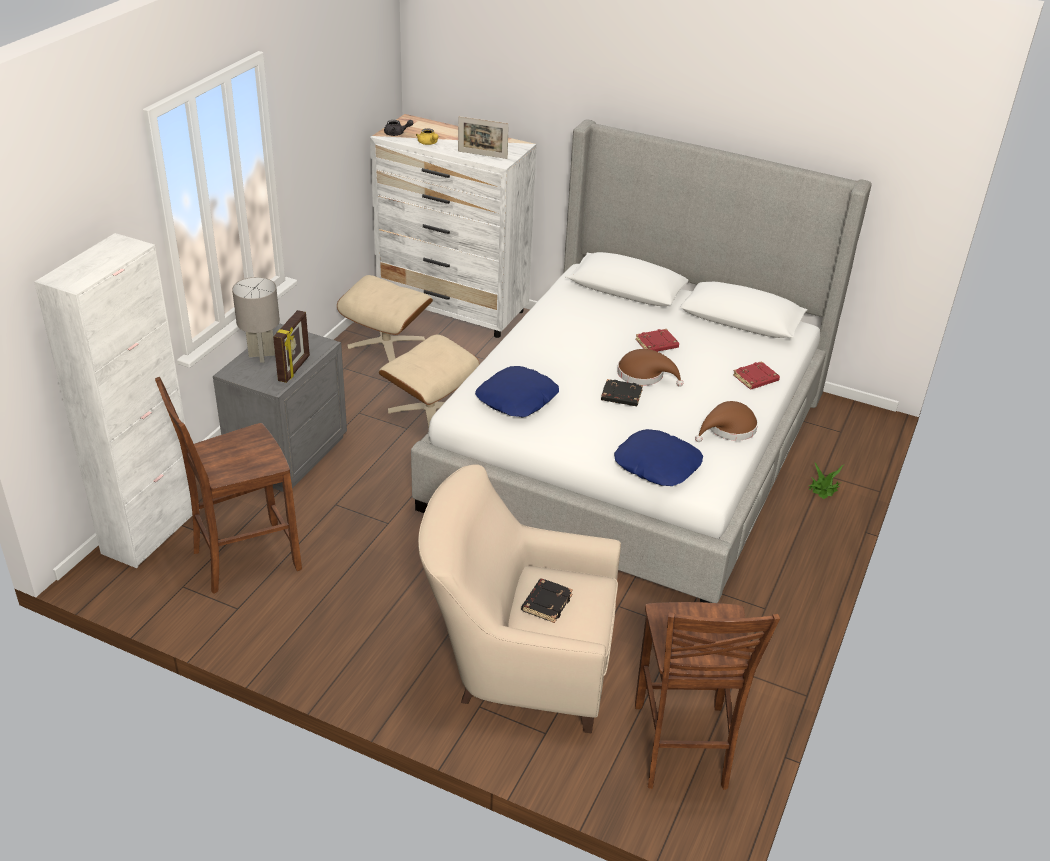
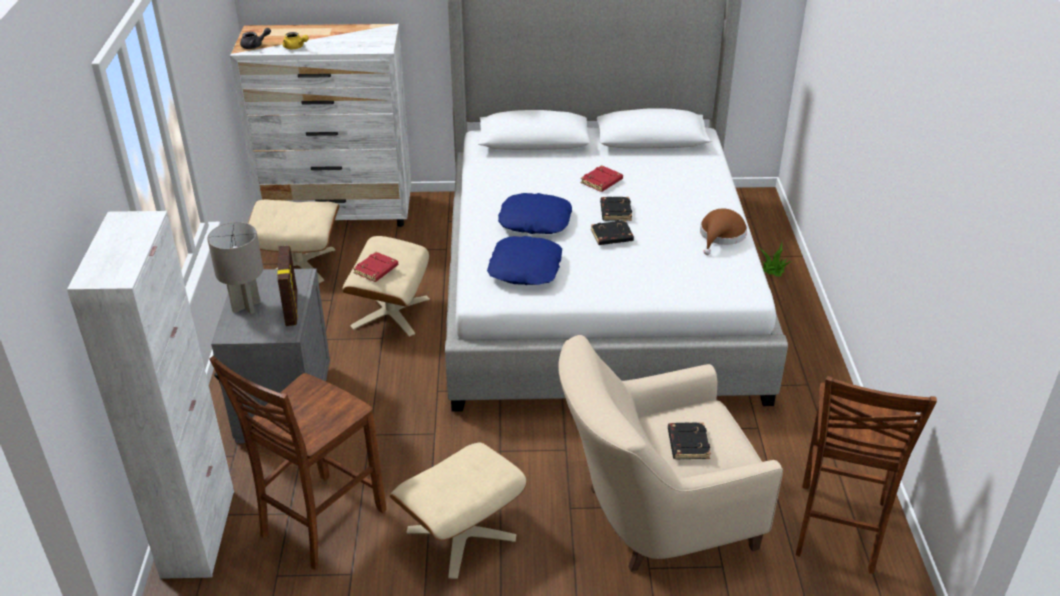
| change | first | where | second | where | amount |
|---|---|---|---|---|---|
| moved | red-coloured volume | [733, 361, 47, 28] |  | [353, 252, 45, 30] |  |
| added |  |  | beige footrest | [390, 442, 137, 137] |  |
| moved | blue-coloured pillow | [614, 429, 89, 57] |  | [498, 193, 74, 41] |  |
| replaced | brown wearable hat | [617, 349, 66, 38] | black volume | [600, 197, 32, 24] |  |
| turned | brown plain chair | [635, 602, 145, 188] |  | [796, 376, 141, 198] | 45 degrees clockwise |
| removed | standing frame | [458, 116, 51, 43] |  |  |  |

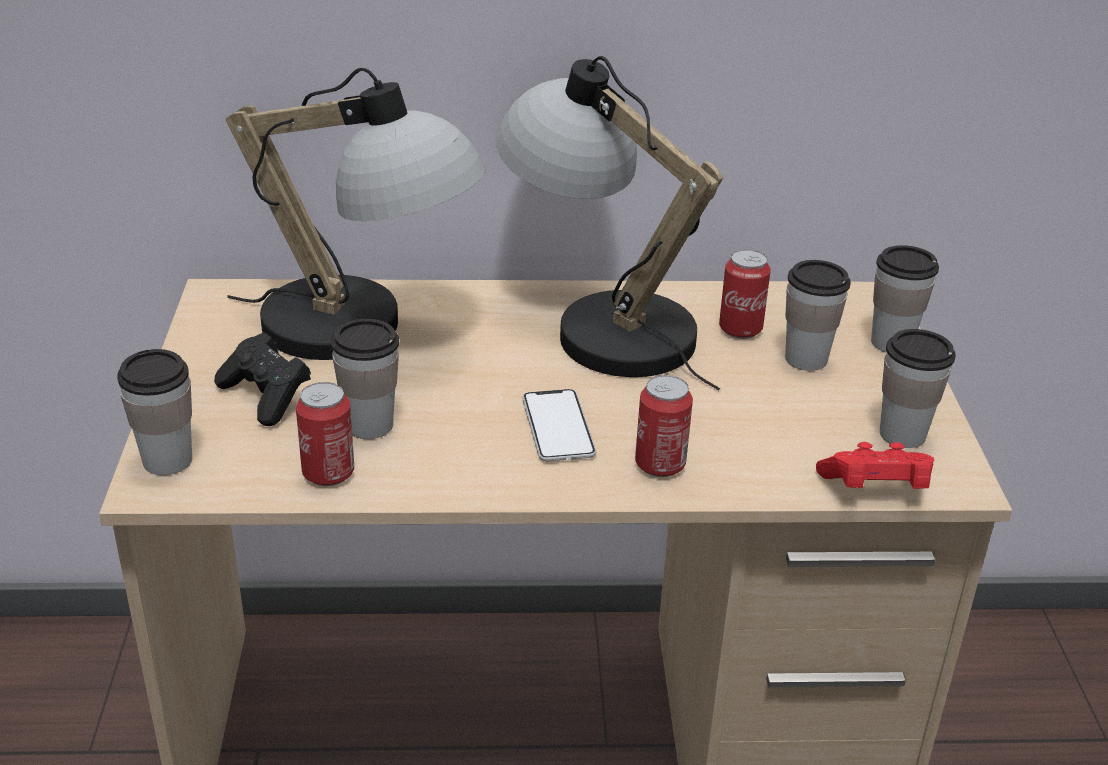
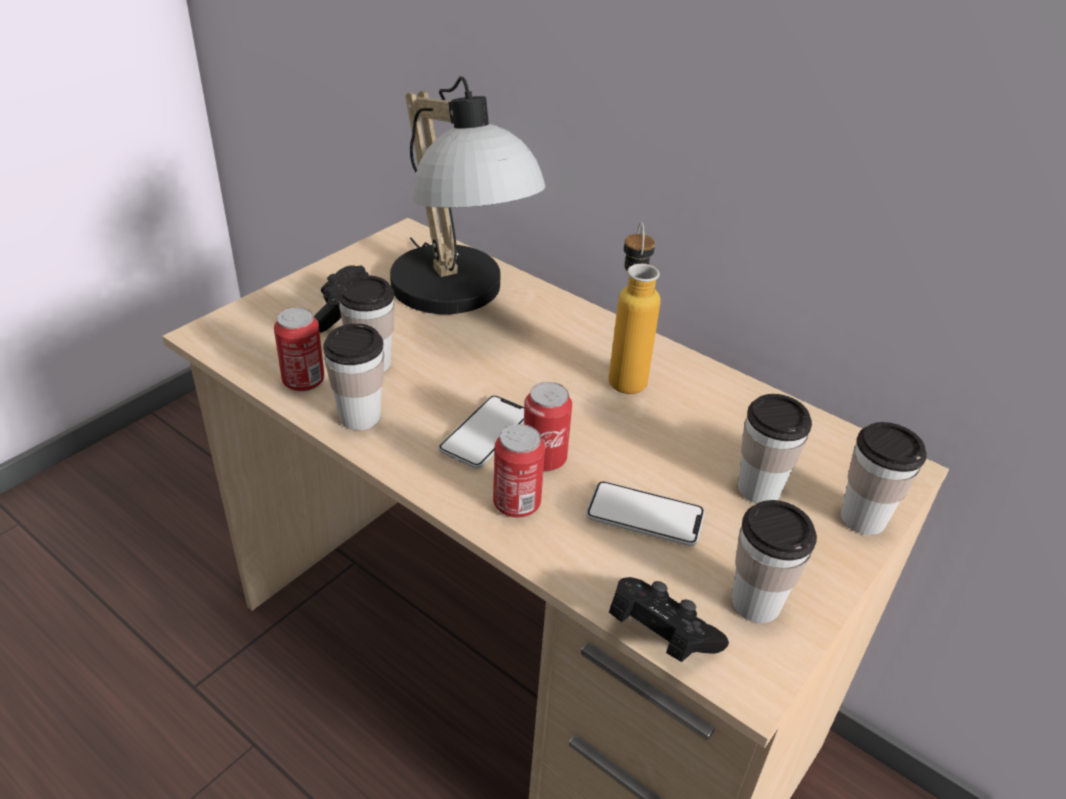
| change | first | where | second | where | amount |
|---|---|---|---|---|---|
| moved | cup | [117, 349, 75, 126] |  | [323, 323, 61, 107] |  |
| moved | metal can | [719, 249, 52, 90] |  | [524, 382, 48, 90] |  |
| added |  |  | phone | [586, 481, 119, 65] |  |
| replaced | tabletop lamp | [496, 56, 227, 335] | bottle | [609, 222, 51, 172] |  |
| recoloured | red-coloured gamepad | [816, 442, 118, 47] | black gamepad | [609, 577, 120, 85] |  |

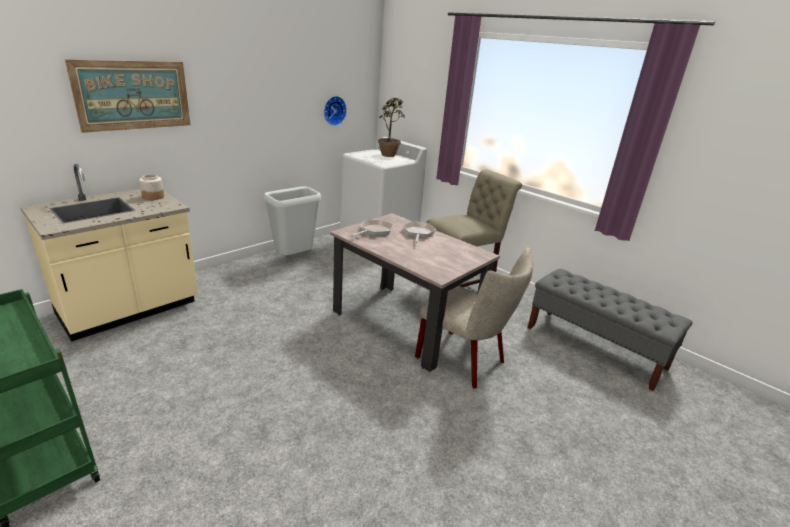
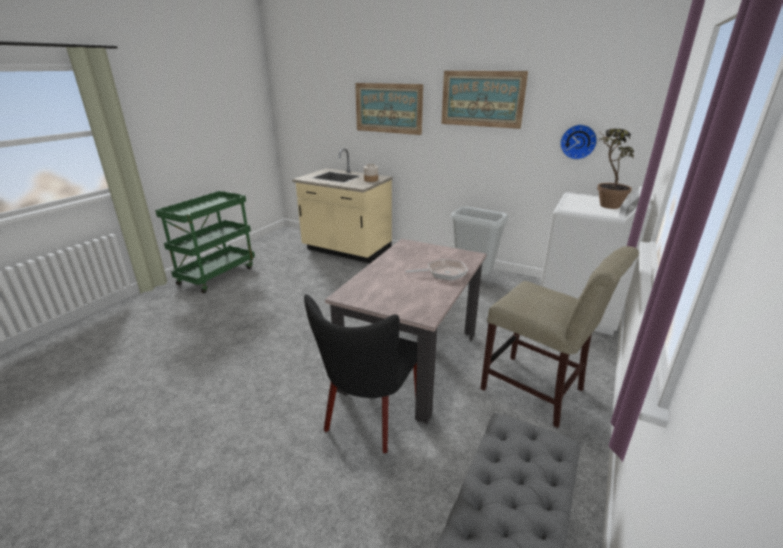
| change | first | where | second | where | amount |
|---|---|---|---|---|---|
| recoloured | beige plain chair | [415, 247, 118, 141] | black plain chair | [304, 294, 113, 159] |  |
| added |  |  | wall picture | [441, 71, 87, 58] |  |
| removed | frying pan | [351, 220, 42, 17] |  |  |  |

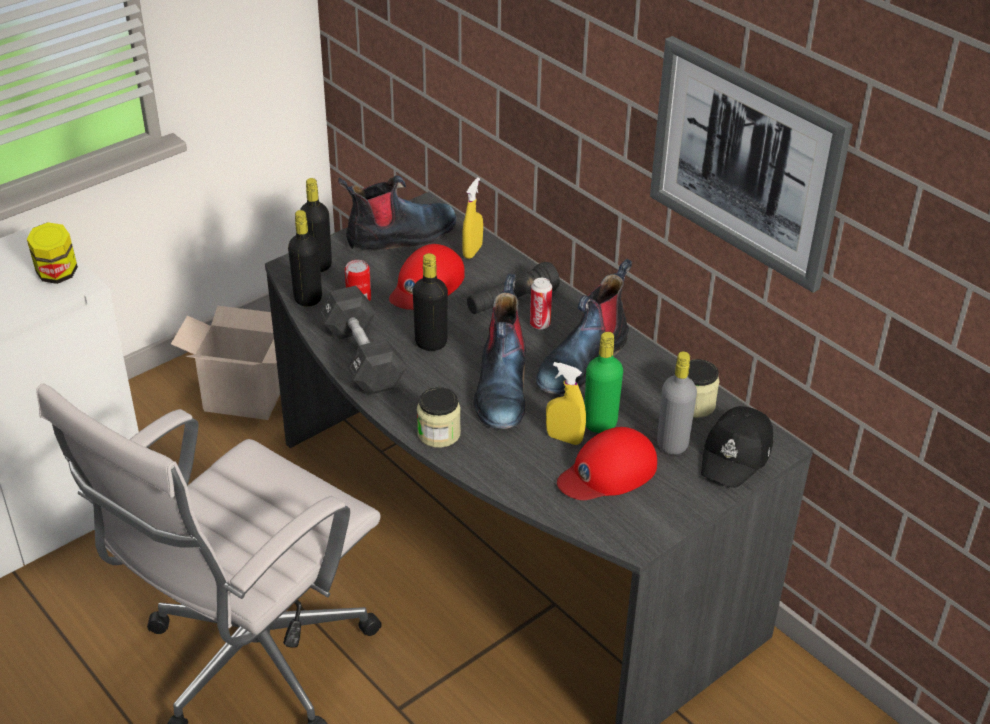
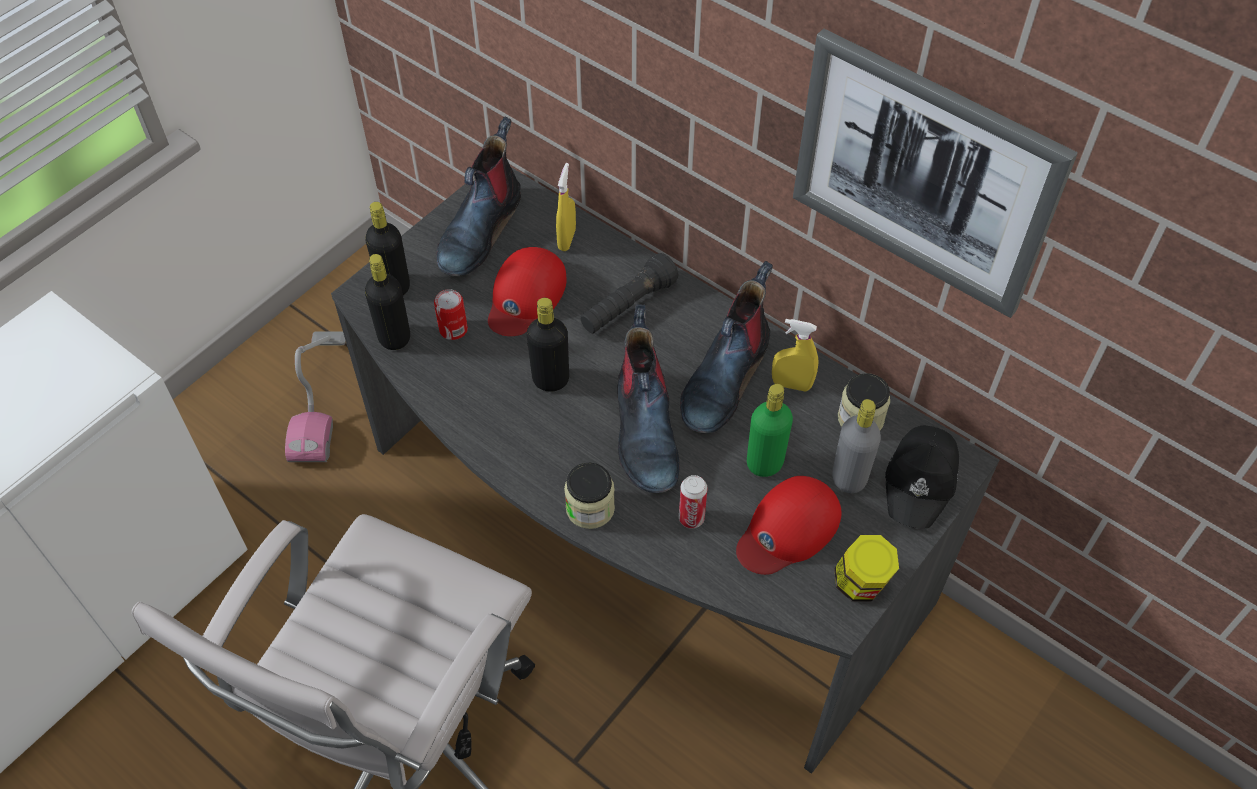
| change | first | where | second | where | amount |
|---|---|---|---|---|---|
| replaced | cardboard box | [171, 306, 109, 114] | hoover | [285, 331, 61, 131] |  |
| turned | boot | [338, 175, 119, 75] |  | [436, 117, 85, 159] | 150 degrees clockwise |
| moved | metal can | [530, 278, 22, 51] |  | [679, 475, 29, 53] |  |
| moved | yellow hand sprayer | [546, 362, 40, 83] |  | [772, 319, 47, 73] |  |
| moved | storage jar | [27, 222, 51, 62] |  | [834, 535, 65, 67] |  |
| removed | black free weight | [319, 286, 88, 109] |  |  |  |

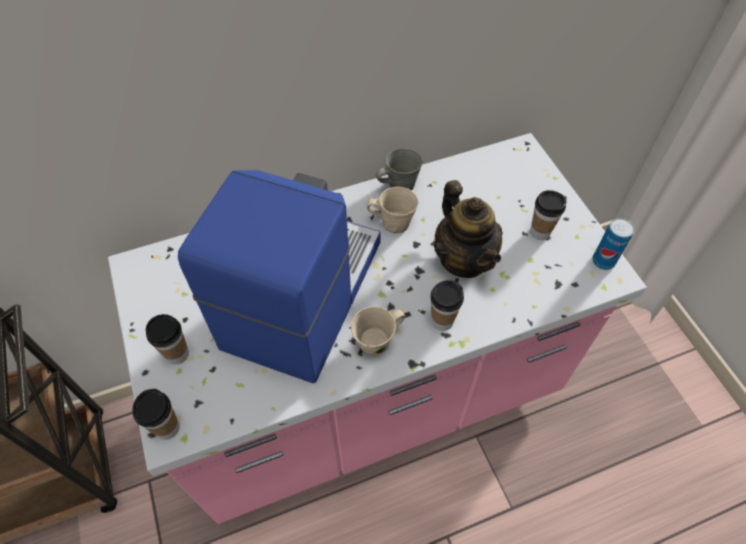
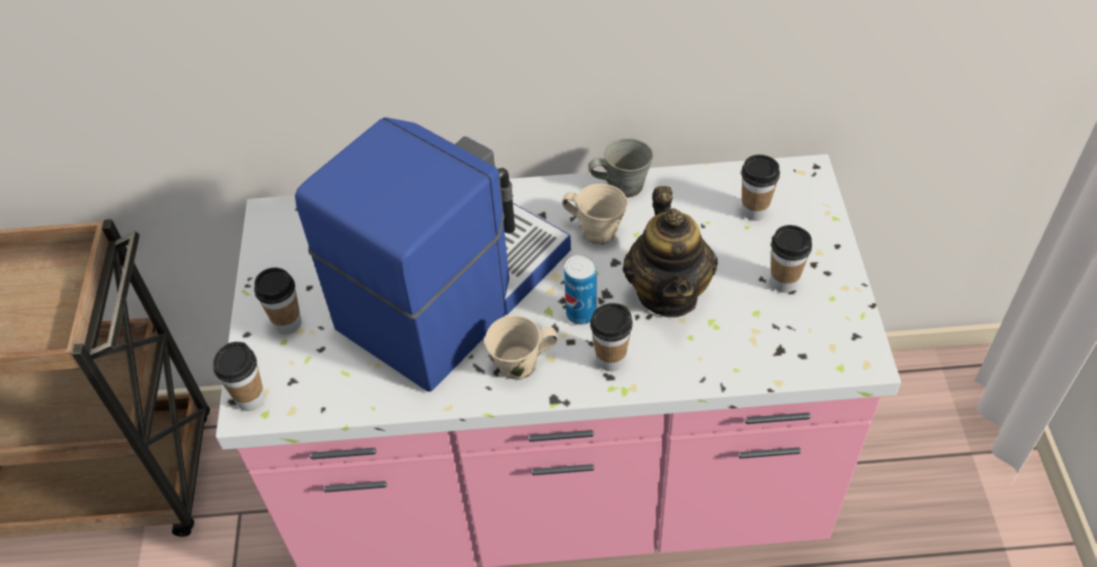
| change | first | where | second | where | amount |
|---|---|---|---|---|---|
| moved | metal can | [592, 218, 43, 52] |  | [564, 255, 33, 70] |  |
| added |  |  | cup | [741, 155, 39, 66] |  |

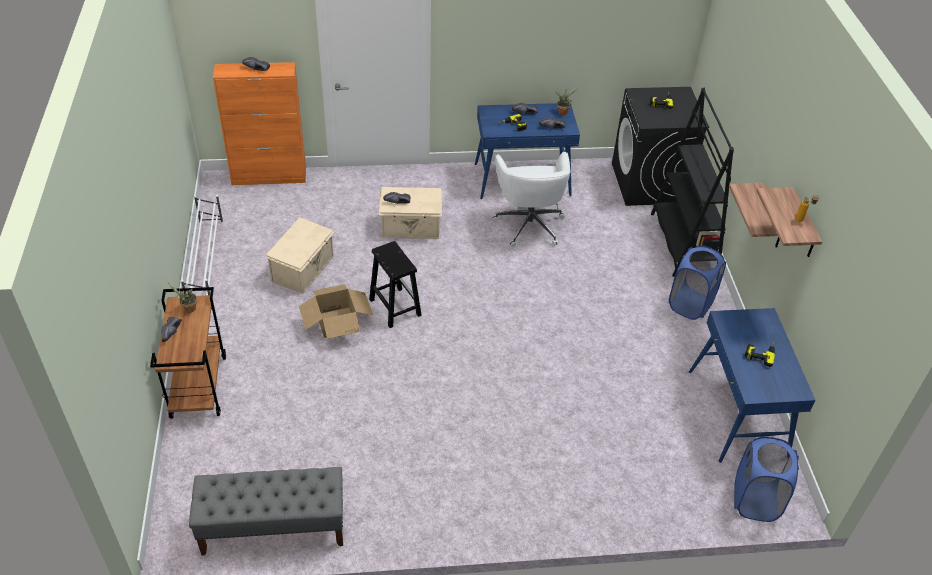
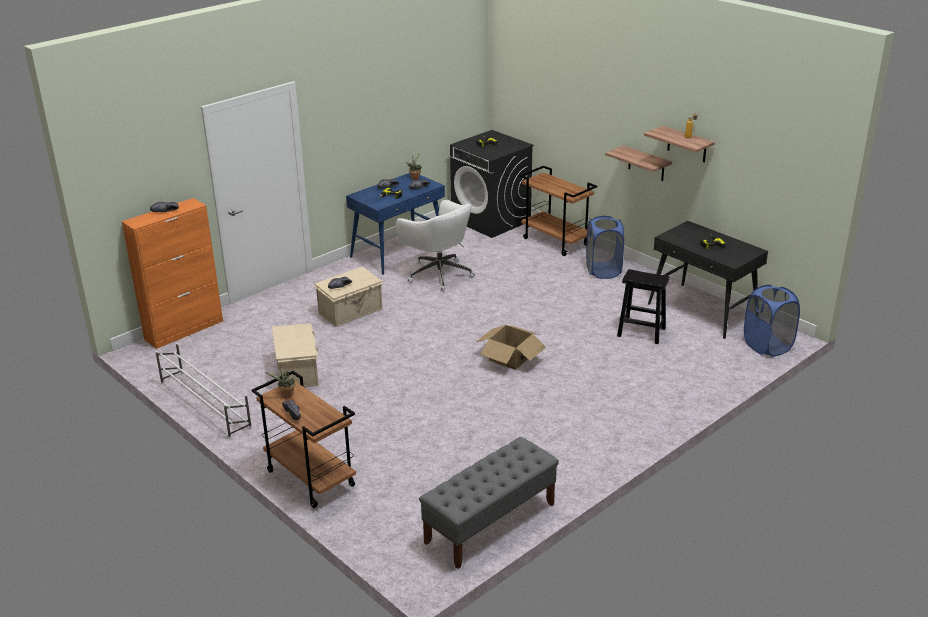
| change | first | where | second | where | amount |
|---|---|---|---|---|---|
| moved | cardboard box | [299, 285, 74, 54] |  | [476, 325, 70, 45] |  |
| replaced | black bookshelf | [651, 88, 83, 189] | brown wheeled cart | [519, 166, 78, 90] |  |
| moved | black sitting stool | [369, 241, 53, 87] |  | [617, 269, 53, 75] |  |
| recoloured | blue-coloured desk table | [689, 308, 126, 155] | black desk table | [648, 221, 120, 118] |  |

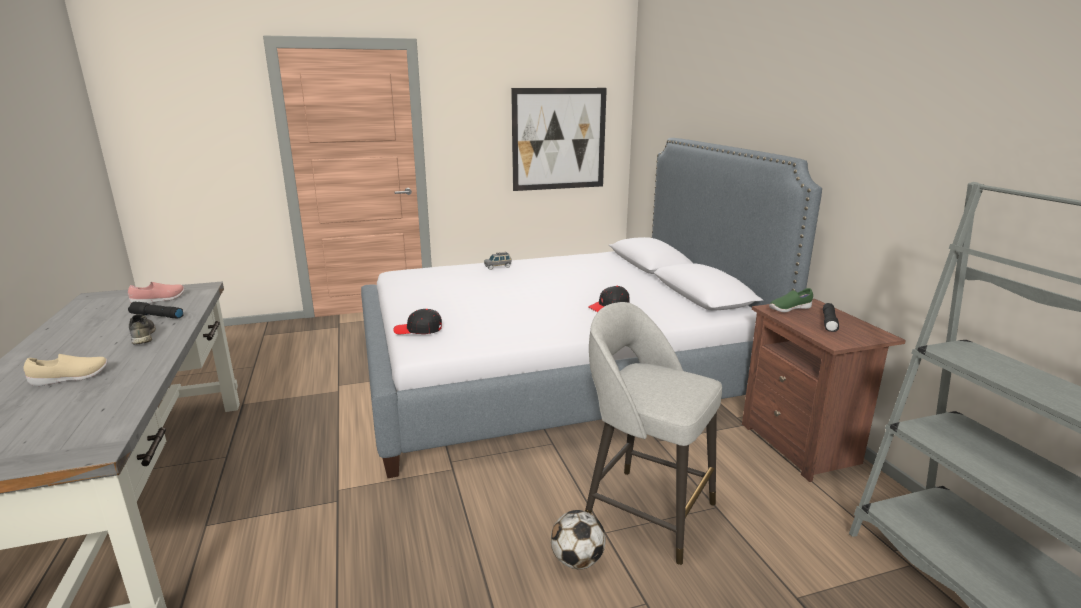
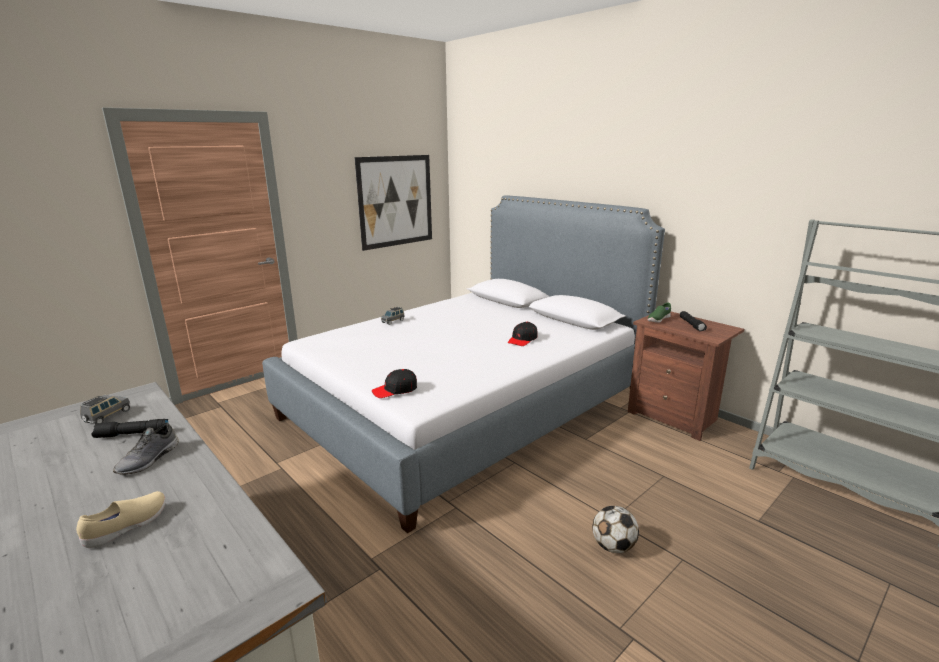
| change | first | where | second | where | amount |
|---|---|---|---|---|---|
| replaced | pink item of footwear | [128, 282, 56, 22] | gray model car | [80, 395, 50, 29] |  |
| turned | gray item of footwear | [129, 314, 27, 30] |  | [113, 422, 66, 53] | 105 degrees counterclockwise |
| removed | gray sitting stool | [585, 302, 137, 263] |  |  |  |

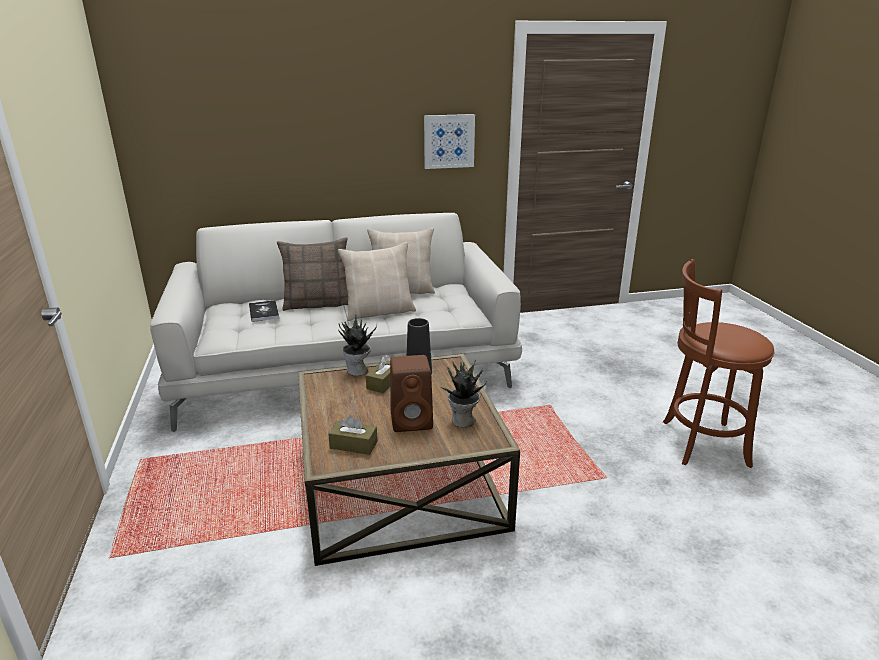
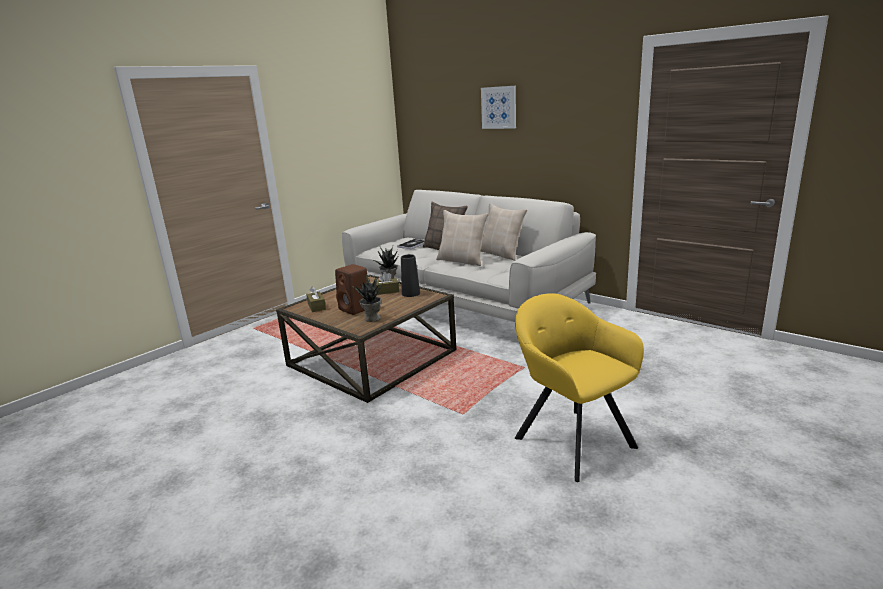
| change | first | where | second | where | amount |
|---|---|---|---|---|---|
| moved | wall picture | [424, 114, 51, 55] |  | [481, 86, 35, 43] |  |
| replaced | brown sitting stool | [663, 259, 111, 209] | yellow armchair | [515, 293, 129, 189] |  |

